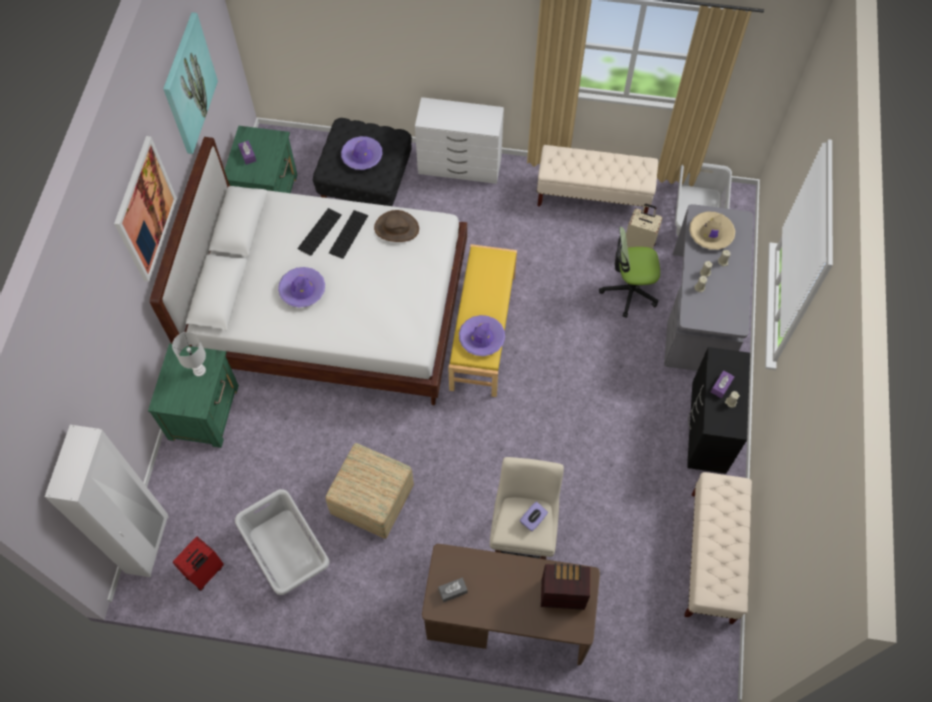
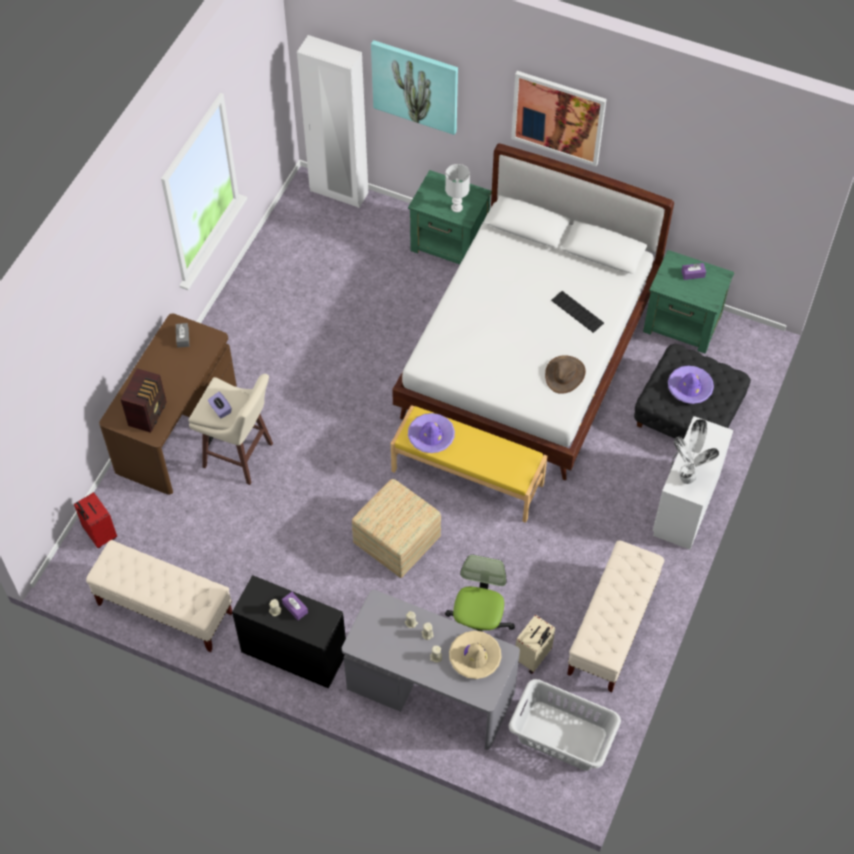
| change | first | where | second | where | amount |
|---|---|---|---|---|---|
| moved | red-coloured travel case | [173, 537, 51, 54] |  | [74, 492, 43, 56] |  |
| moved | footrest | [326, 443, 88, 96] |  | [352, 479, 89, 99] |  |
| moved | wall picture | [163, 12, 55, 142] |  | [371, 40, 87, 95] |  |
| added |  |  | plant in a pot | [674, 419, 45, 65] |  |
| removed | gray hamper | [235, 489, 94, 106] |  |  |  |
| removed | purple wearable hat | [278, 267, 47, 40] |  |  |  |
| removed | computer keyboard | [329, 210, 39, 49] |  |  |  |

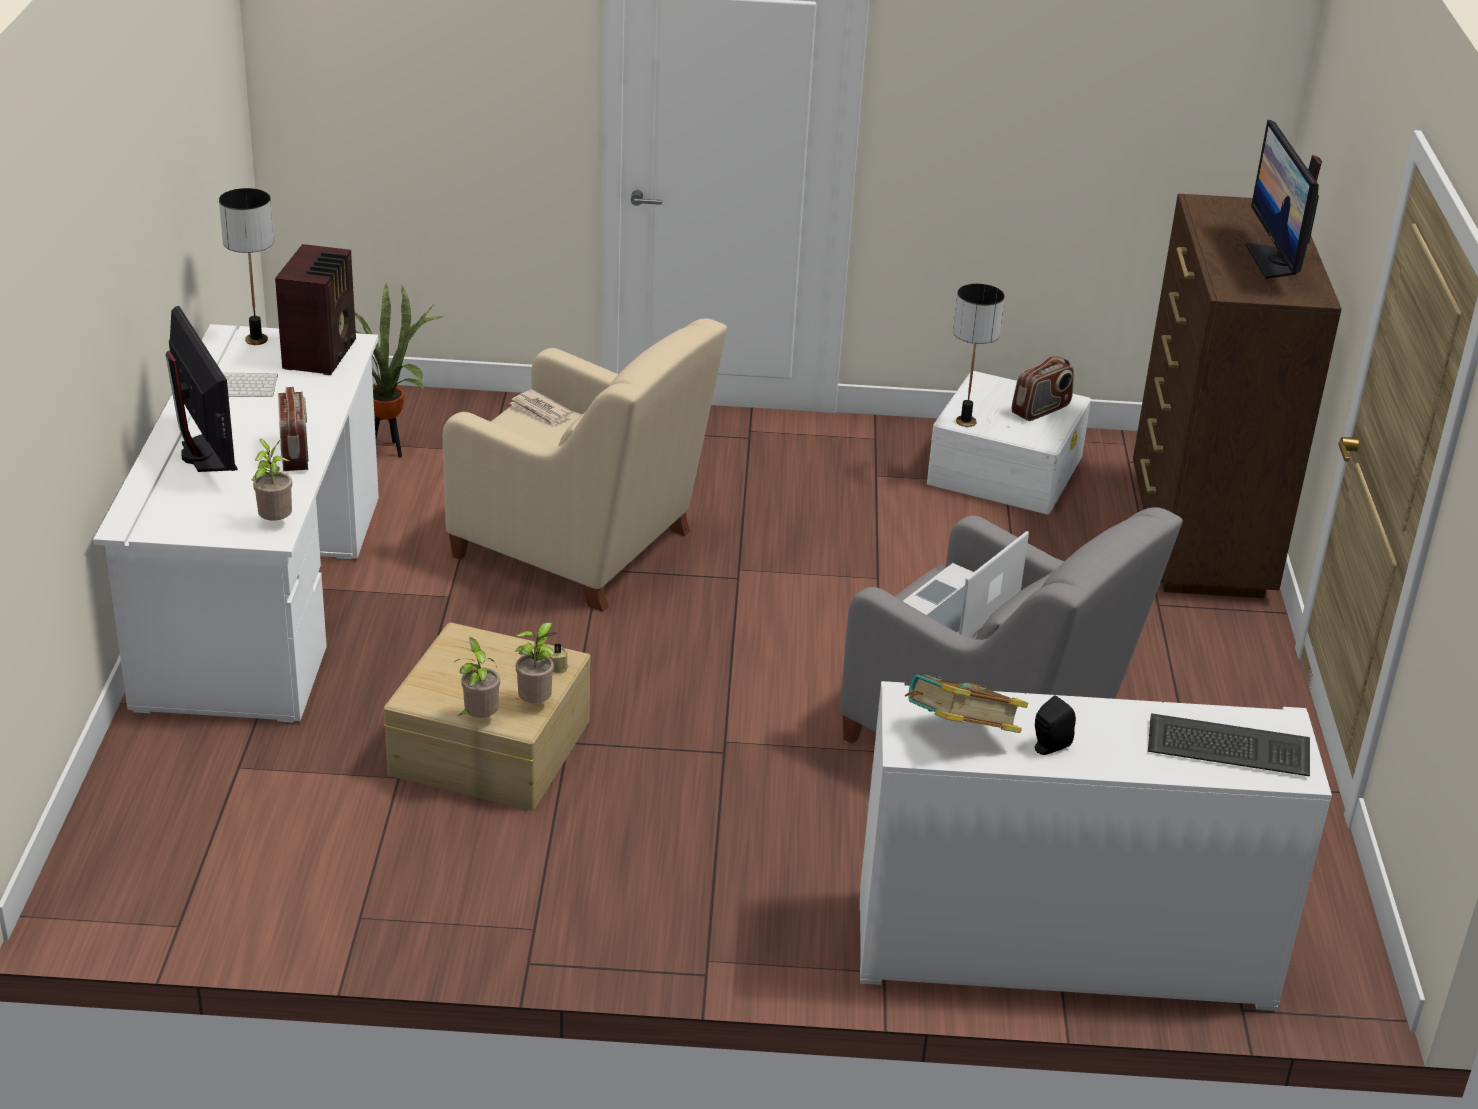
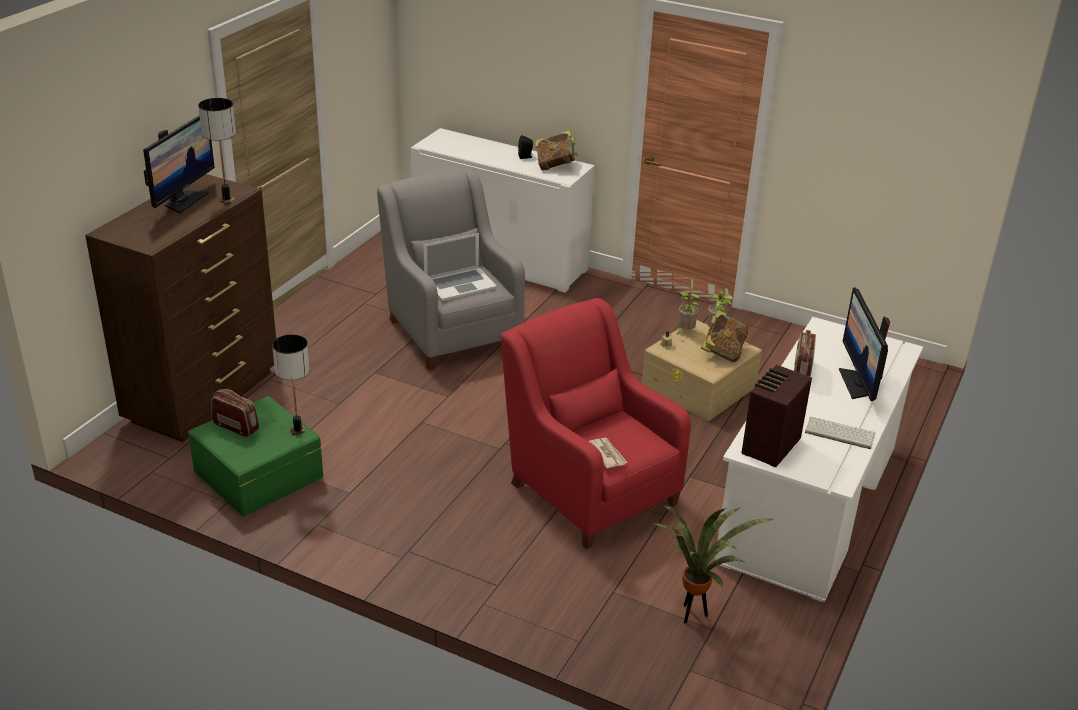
| change | first | where | second | where | amount |
|---|---|---|---|---|---|
| recoloured | white-coloured storage bin | [927, 371, 164, 144] | green-coloured storage bin | [188, 396, 135, 120] |  |
| moved | tabletop lamp | [219, 188, 55, 157] |  | [198, 98, 38, 105] |  |
| turned | radio receiver | [1012, 356, 62, 65] |  | [211, 389, 48, 48] | 45 degrees clockwise |
| recoloured | beige armchair | [443, 318, 284, 294] | red-coloured armchair | [501, 298, 190, 251] |  |
| added |  |  | volume | [701, 310, 47, 52] |  |
| removed | plant in a pot | [252, 439, 40, 81] |  |  |  |
| removed | computer keyboard | [1148, 713, 162, 63] |  |  |  |

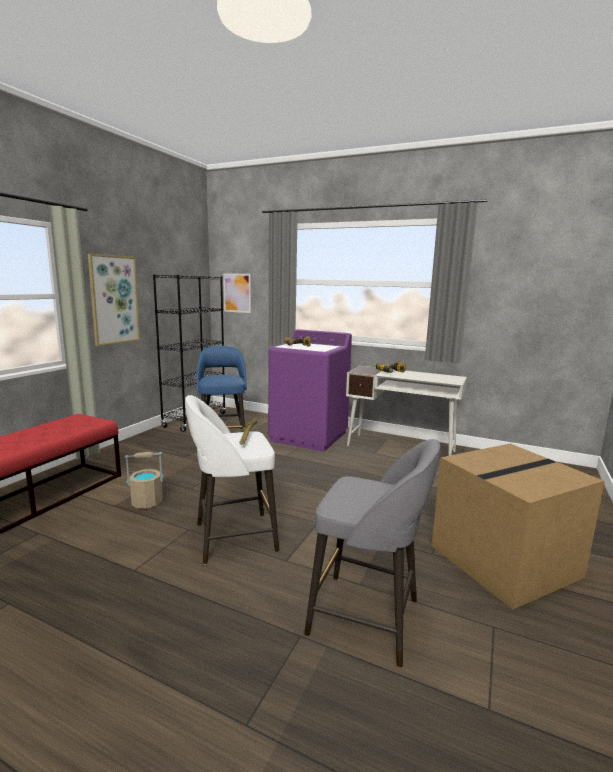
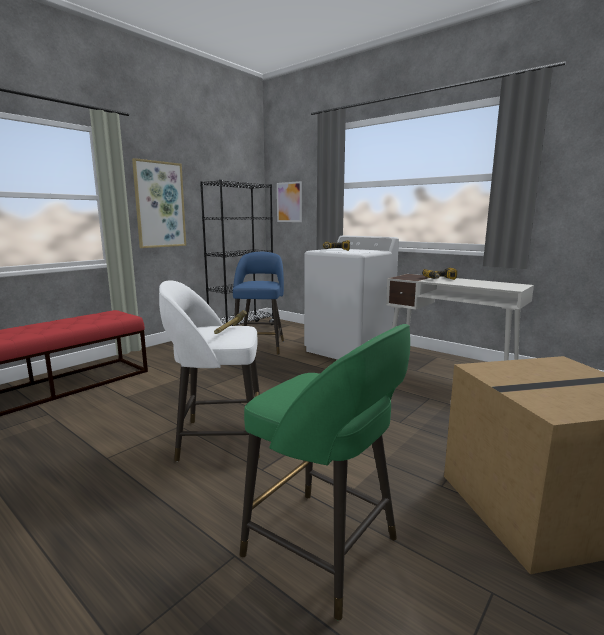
| change | first | where | second | where | amount |
|---|---|---|---|---|---|
| recoloured | gray sitting stool | [304, 439, 136, 228] | green-coloured sitting stool | [240, 324, 170, 296] |  |
| recoloured | purple laundry appliance | [268, 329, 84, 123] | white-coloured laundry appliance | [304, 235, 95, 125] |  |
| removed | beige bucket | [125, 452, 39, 57] |  |  |  |

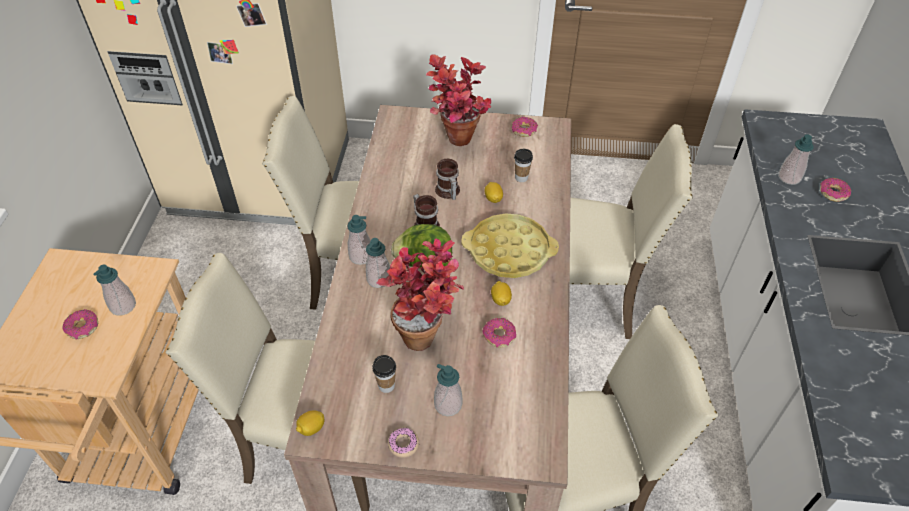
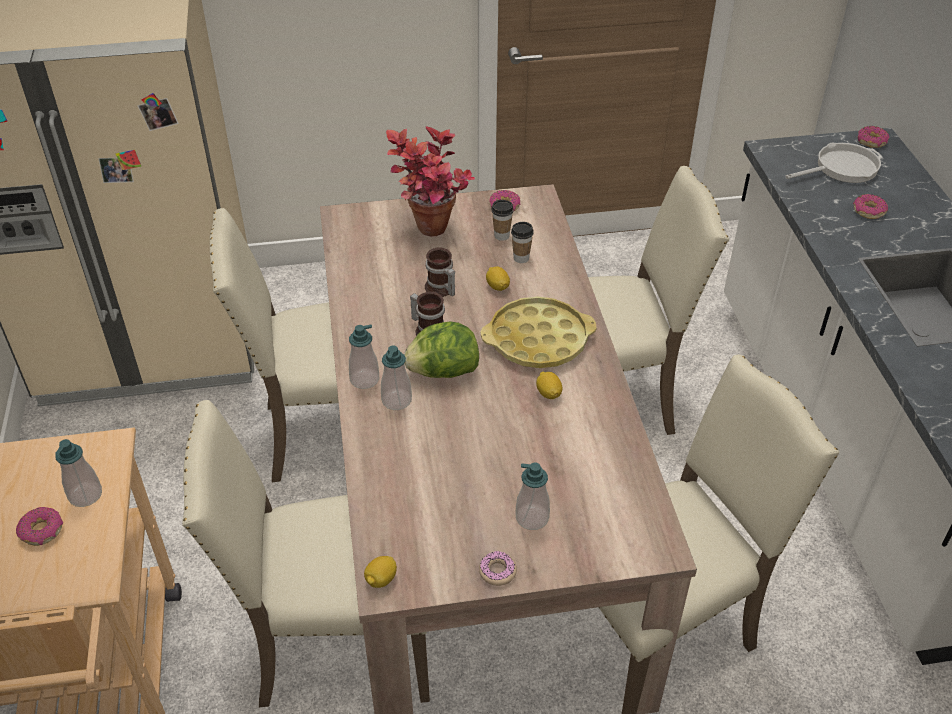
| change | first | where | second | where | amount |
|---|---|---|---|---|---|
| moved | cup | [373, 355, 23, 38] |  | [492, 200, 21, 41] |  |
| added |  |  | frying pan | [785, 143, 97, 40] |  |
| moved | donut | [482, 318, 34, 30] |  | [857, 126, 33, 22] |  |
| removed | plant in a pot | [376, 239, 88, 112] |  |  |  |
| removed | soap dispenser | [778, 134, 36, 51] |  |  |  |

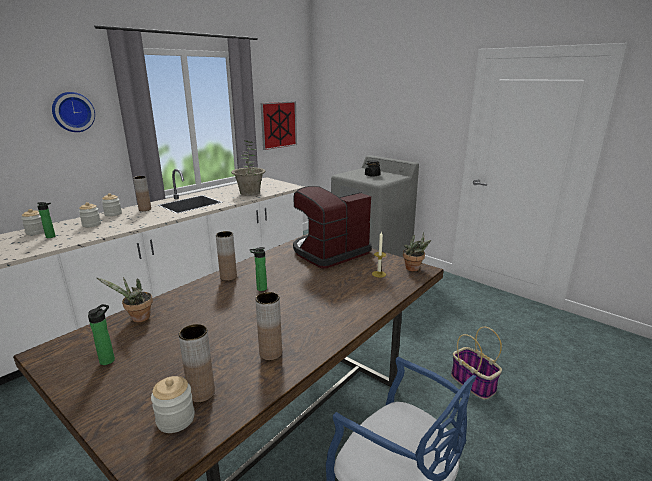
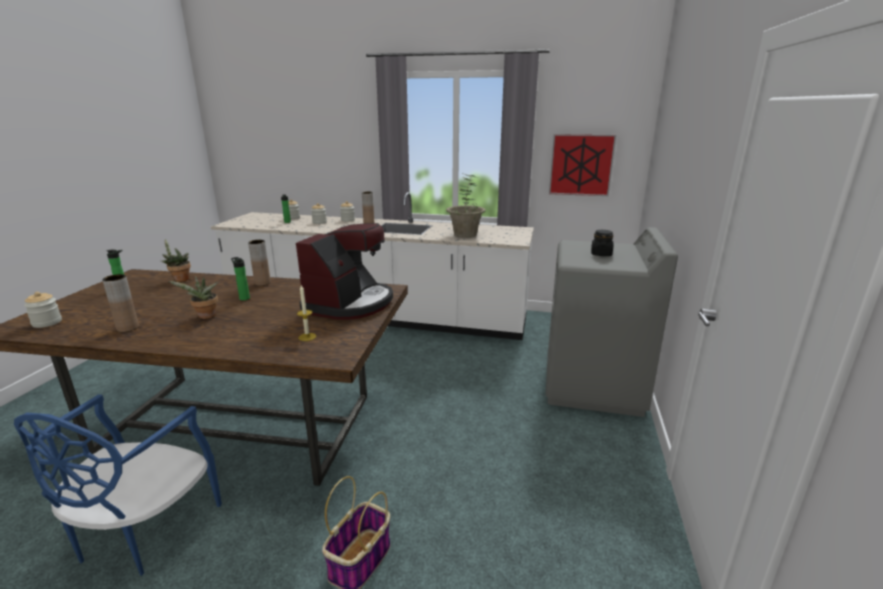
| change | first | where | second | where | amount |
|---|---|---|---|---|---|
| moved | plant in a pot | [403, 233, 28, 38] |  | [169, 276, 49, 43] |  |
| turned | coffee maker | [293, 186, 79, 83] |  | [296, 223, 97, 97] | 90 degrees clockwise |
| removed | hanging clock | [52, 92, 43, 40] |  |  |  |
| removed | brown flower vase | [178, 324, 37, 79] |  |  |  |

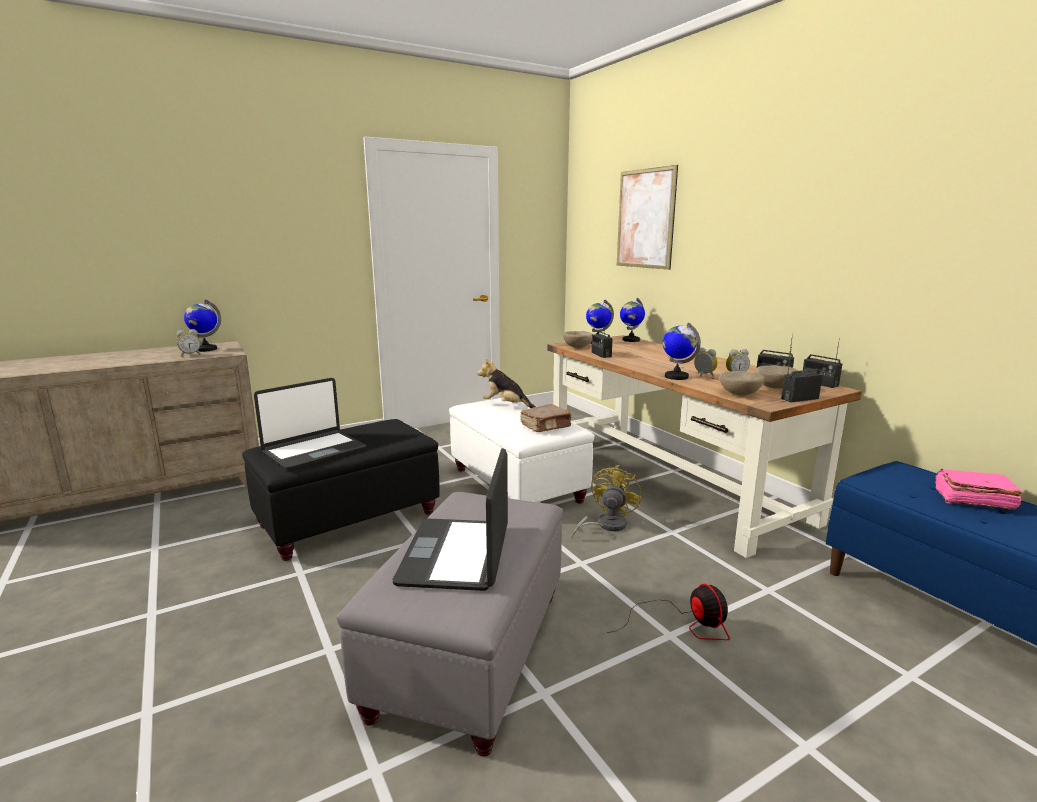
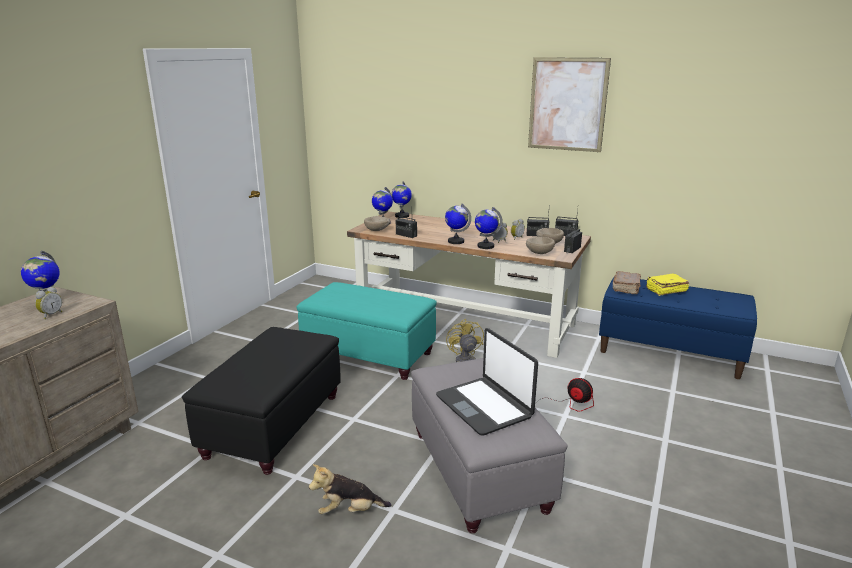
| change | first | where | second | where | amount |
|---|---|---|---|---|---|
| recoloured | white-coloured footrest | [449, 398, 146, 105] | turquoise-coloured footrest | [296, 282, 141, 98] |  |
| moved | cuddly toy | [478, 358, 58, 50] |  | [309, 464, 82, 50] |  |
| added |  |  | globe | [445, 204, 26, 40] |  |
| moved | wall picture | [617, 165, 61, 105] |  | [528, 57, 83, 95] |  |
| moved | brown volume | [520, 404, 52, 28] |  | [613, 271, 28, 23] |  |
| recoloured | pink volume | [935, 469, 88, 41] | yellow volume | [646, 274, 43, 22] |  |
| removed | notebook computer | [254, 378, 112, 92] |  |  |  |

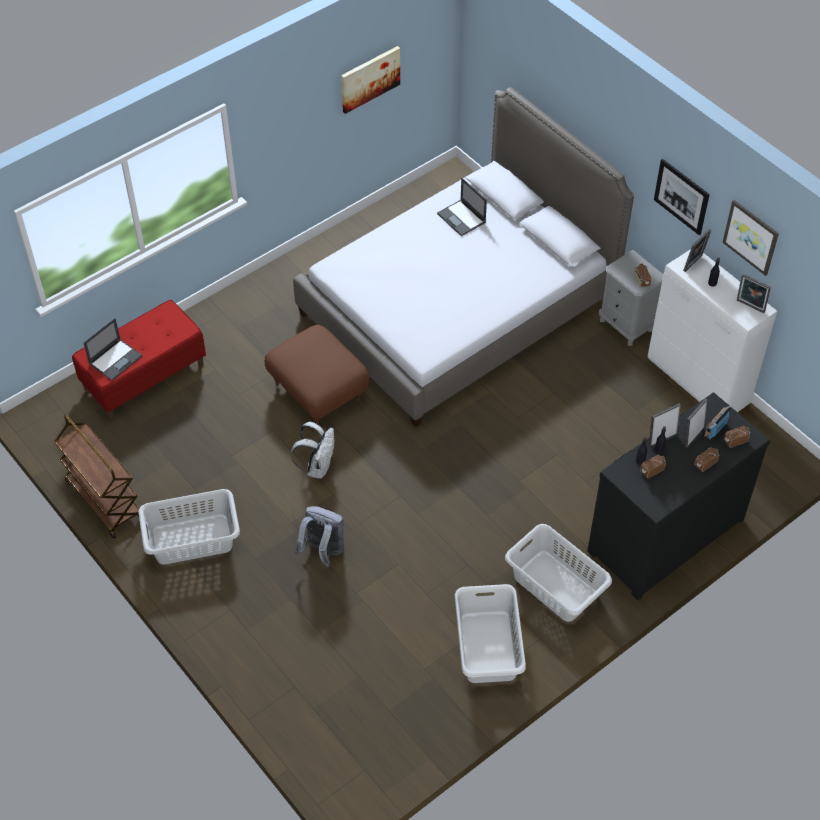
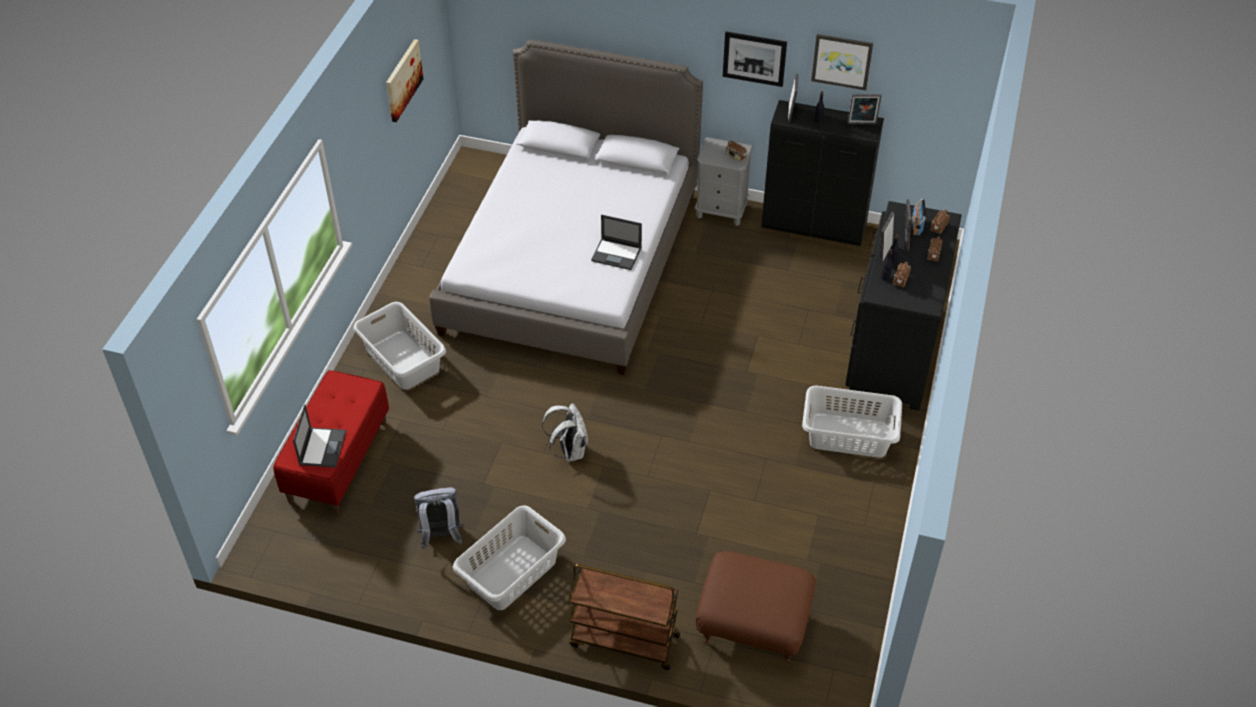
| change | first | where | second | where | amount |
|---|---|---|---|---|---|
| moved | gray hamper | [455, 584, 71, 99] |  | [353, 302, 93, 88] |  |
| moved | gray knapsack | [295, 506, 49, 61] |  | [414, 487, 50, 62] |  |
| moved | brown wheeled cart | [54, 415, 85, 124] |  | [568, 564, 112, 106] |  |
| moved | notebook computer | [437, 178, 50, 58] |  | [591, 215, 51, 55] |  |
| moved | brown footrest | [265, 325, 104, 100] |  | [696, 551, 120, 112] |  |
| recoloured | white-coloured cupboard | [648, 249, 129, 163] | black cupboard | [761, 100, 123, 146] |  |

